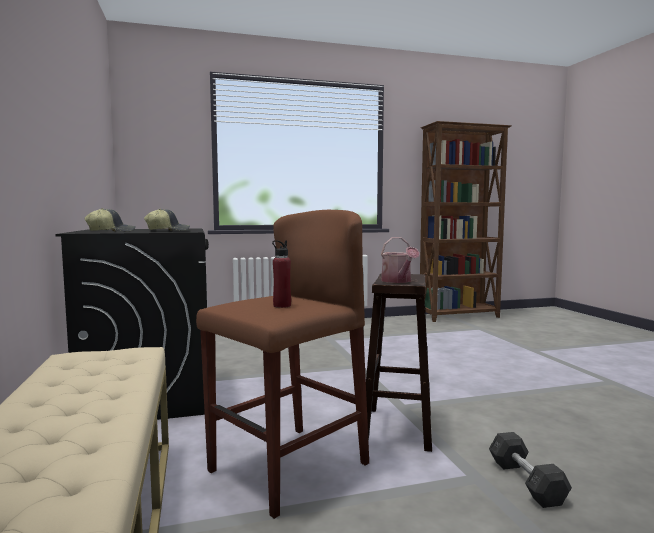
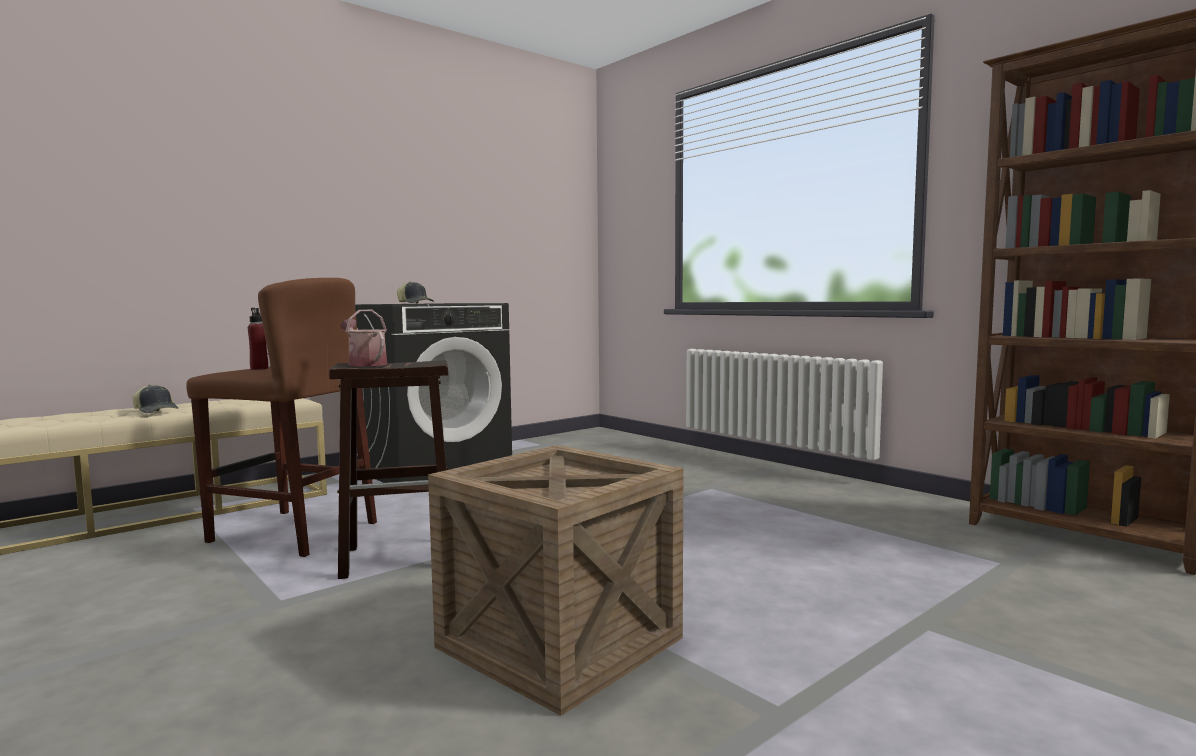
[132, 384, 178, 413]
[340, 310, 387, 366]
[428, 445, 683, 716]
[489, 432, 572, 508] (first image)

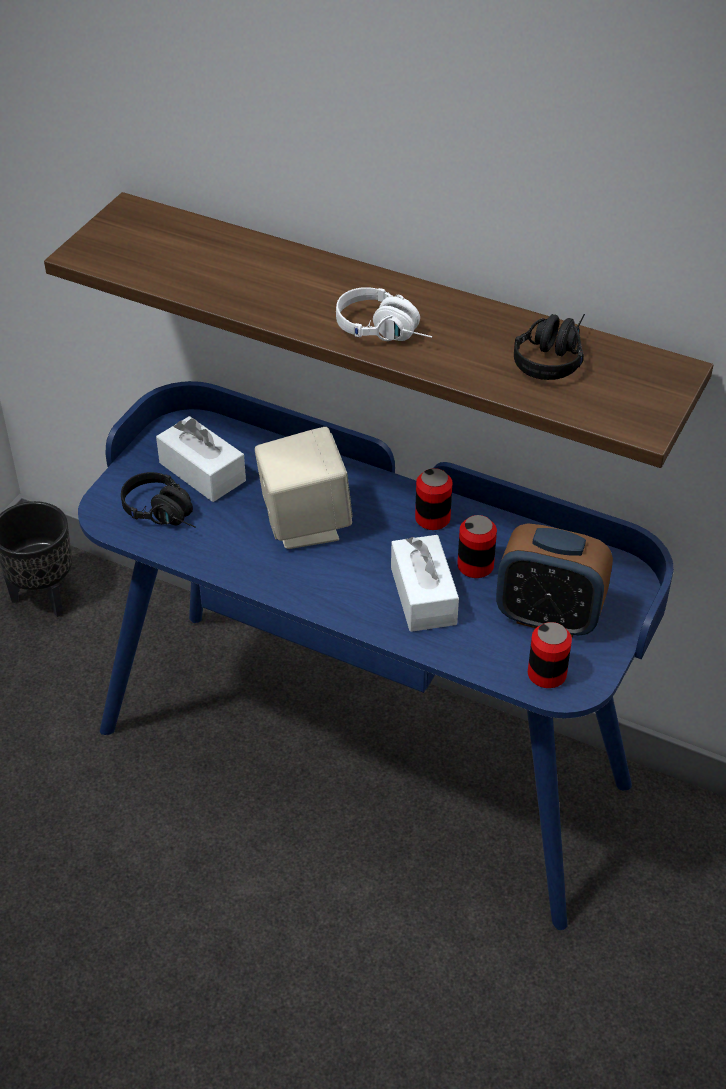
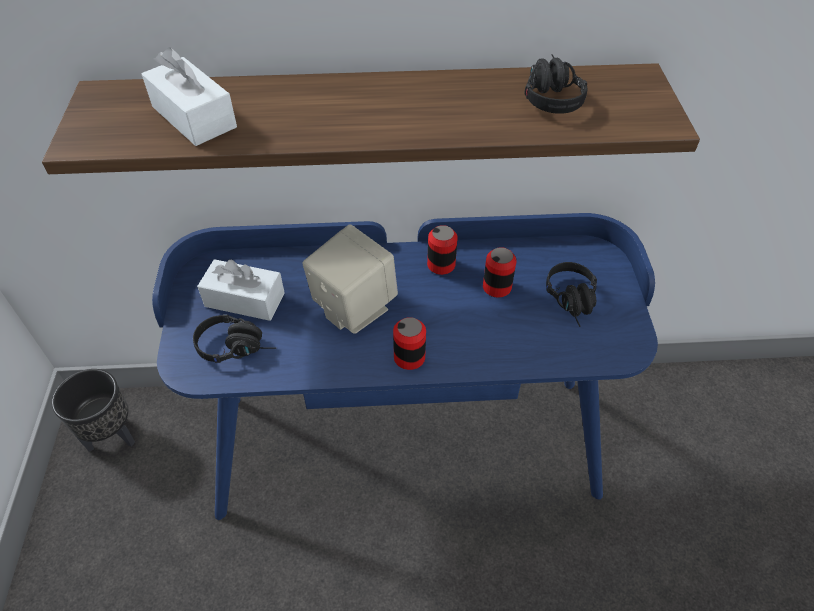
[142, 47, 237, 146]
[393, 317, 426, 370]
[546, 262, 597, 327]
[336, 287, 432, 341] (first image)

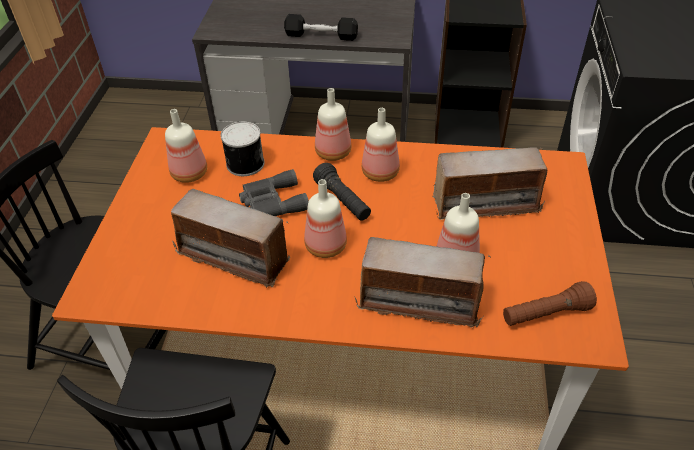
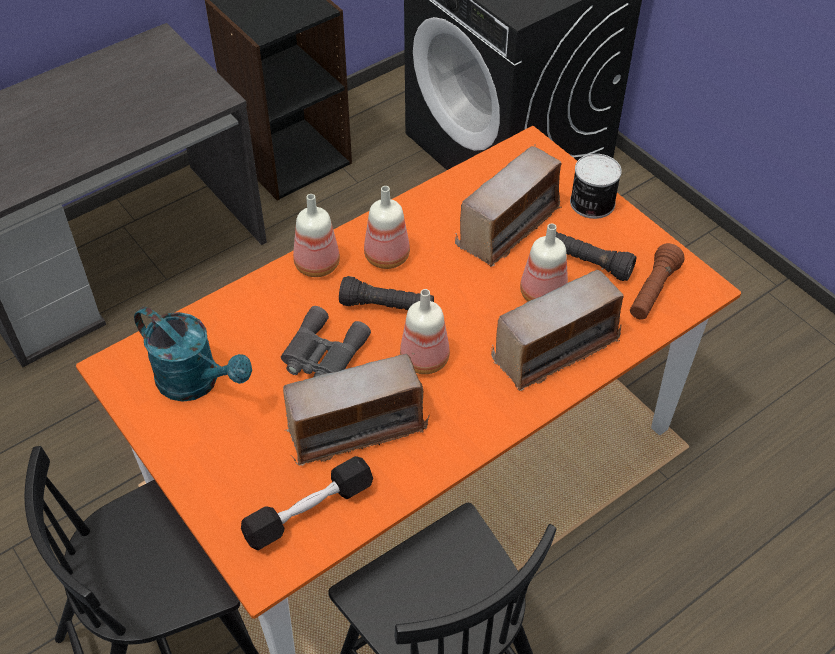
[134, 307, 252, 402]
[241, 456, 373, 550]
[556, 232, 637, 281]
[570, 154, 622, 219]

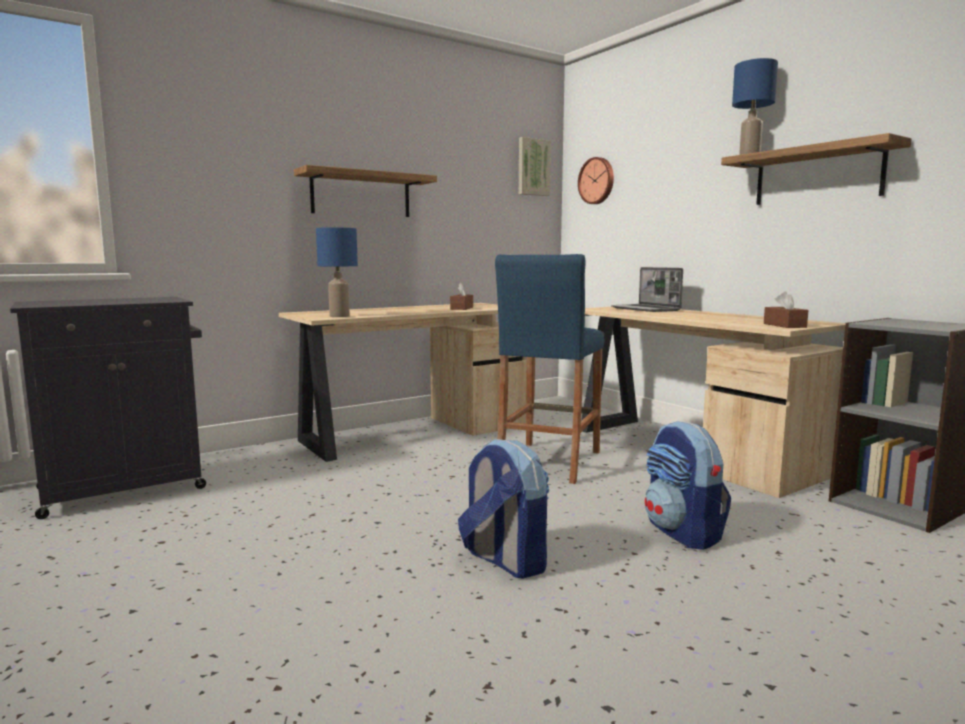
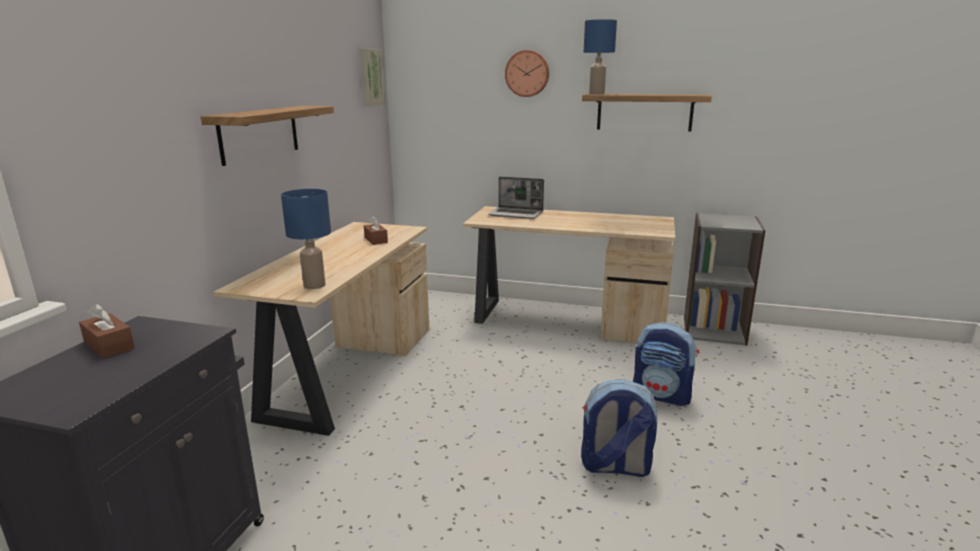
[79, 303, 135, 359]
[505, 50, 549, 97]
[495, 254, 604, 484] (first image)

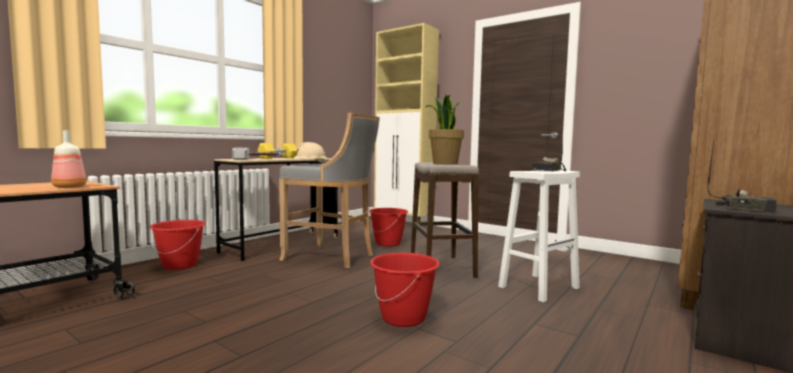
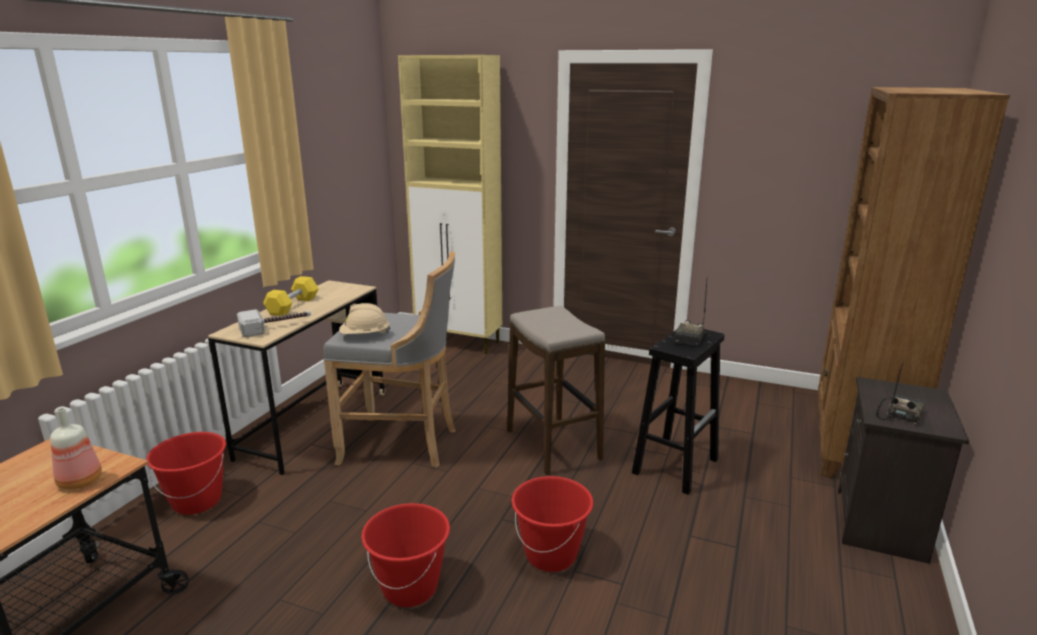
[361, 503, 450, 607]
[632, 329, 725, 495]
[876, 360, 925, 426]
[425, 93, 464, 164] (first image)

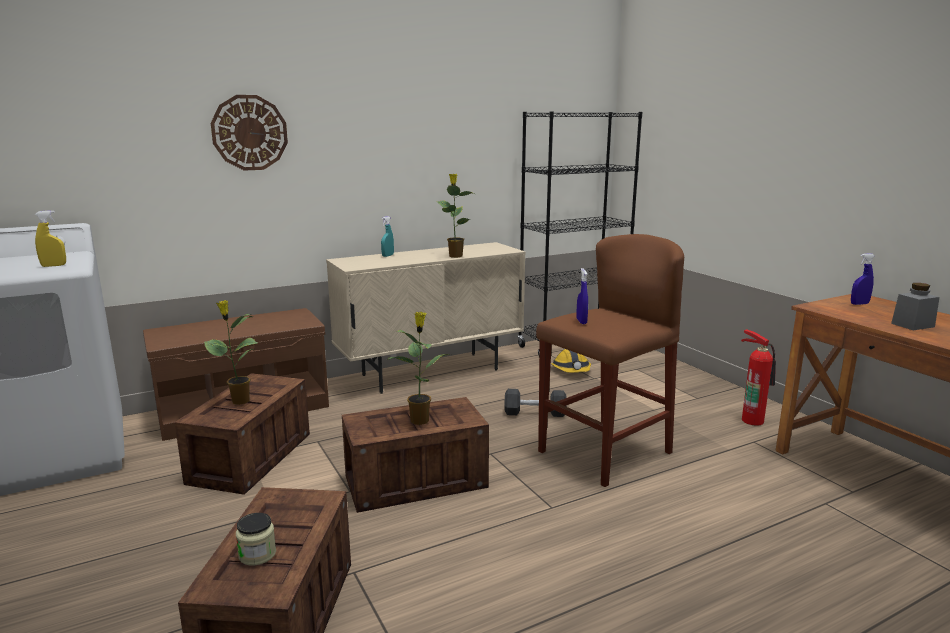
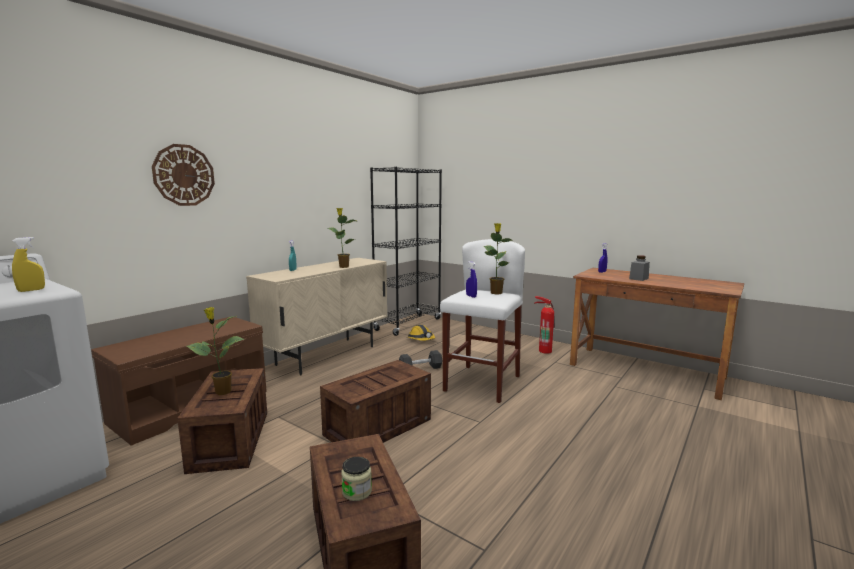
[440, 239, 525, 403]
[484, 223, 514, 294]

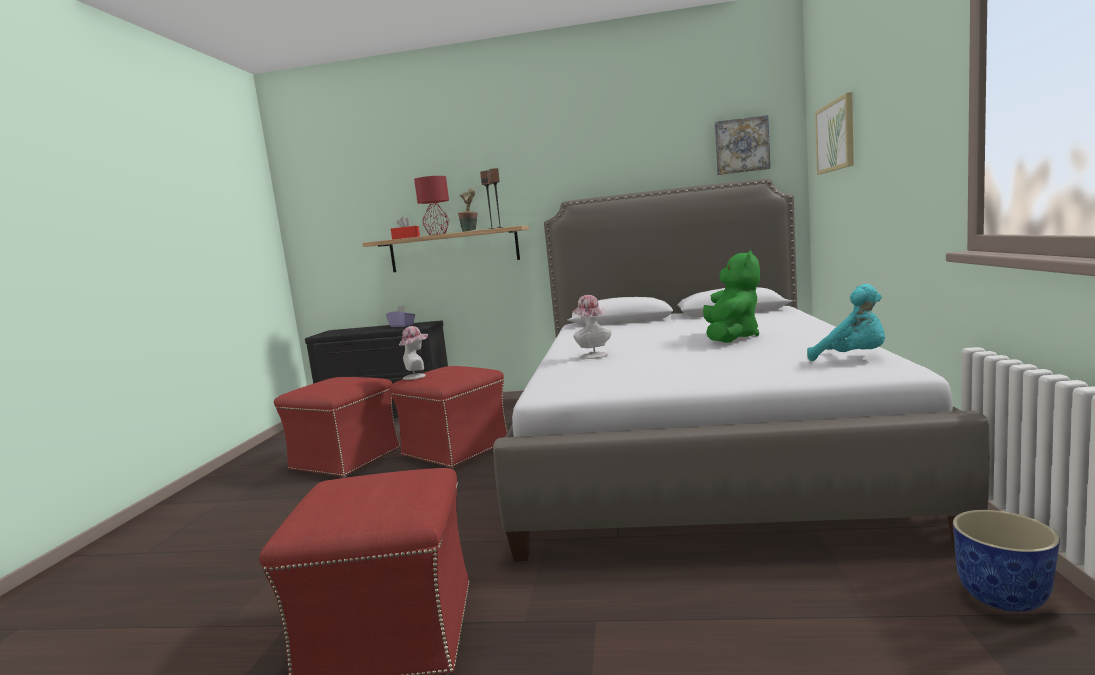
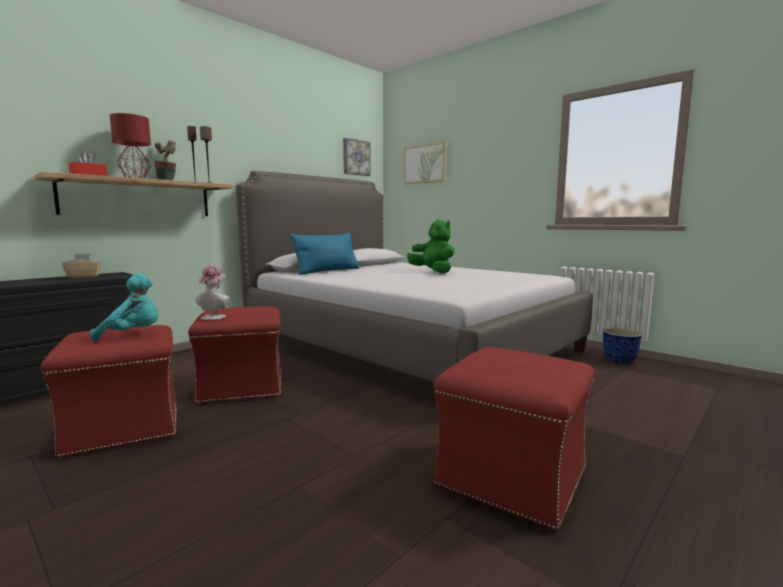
[62, 253, 101, 278]
[90, 273, 158, 341]
[290, 232, 359, 275]
[573, 295, 611, 359] (first image)

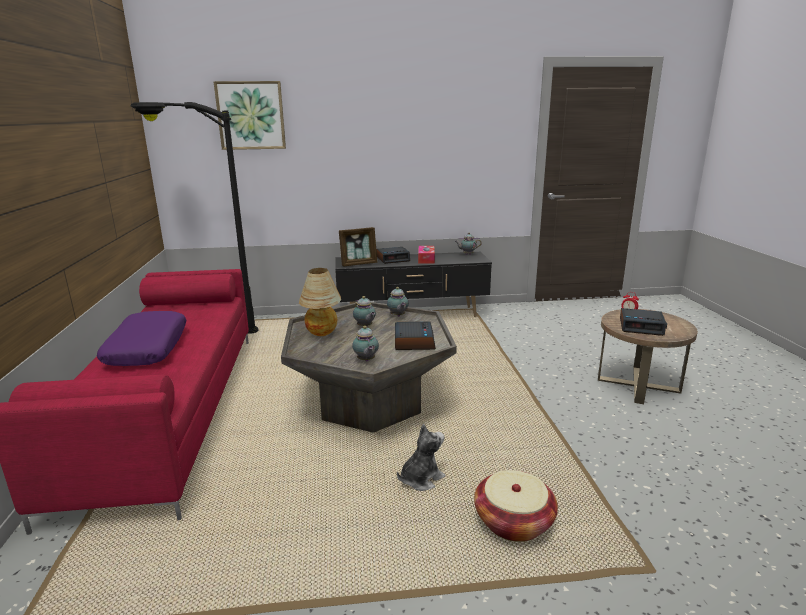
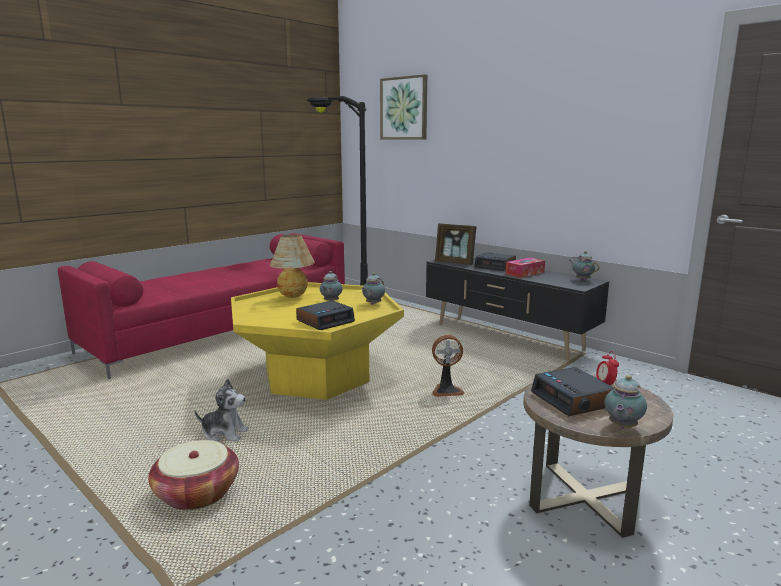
[231, 282, 404, 400]
[432, 335, 464, 397]
[605, 375, 647, 428]
[97, 311, 186, 366] (first image)

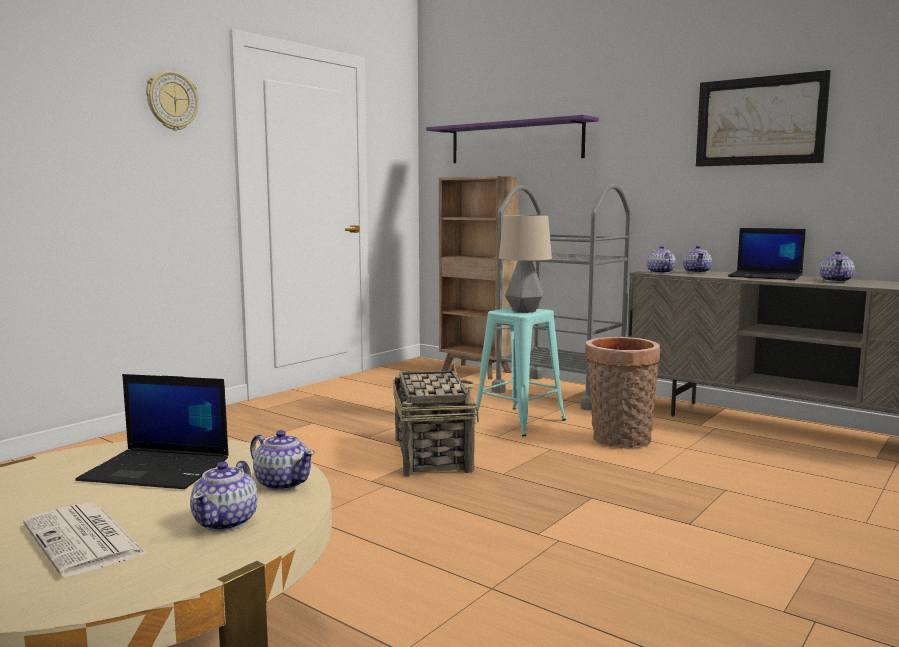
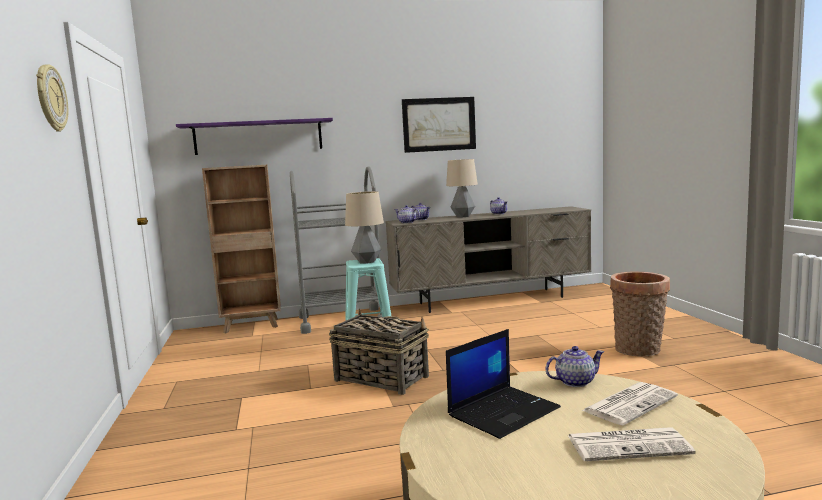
[446, 159, 478, 217]
[582, 382, 678, 425]
[610, 271, 670, 357]

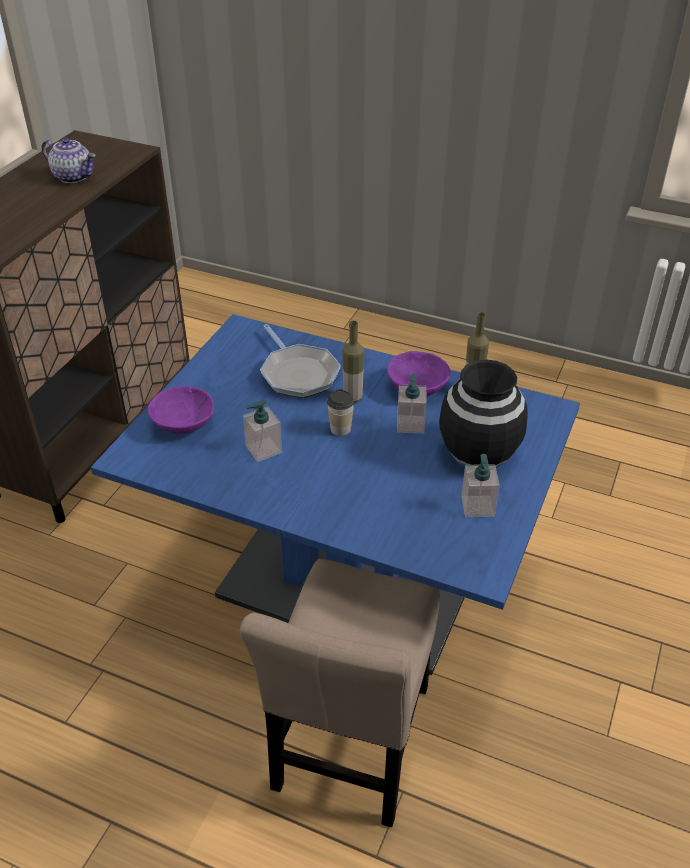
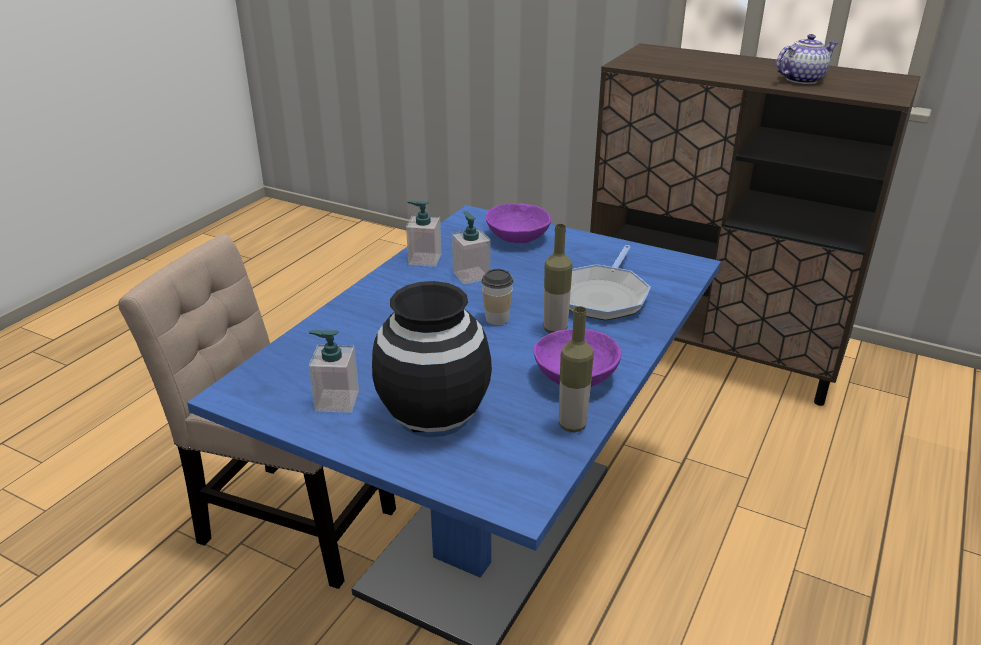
[406, 201, 441, 267]
[569, 245, 651, 321]
[776, 34, 838, 84]

